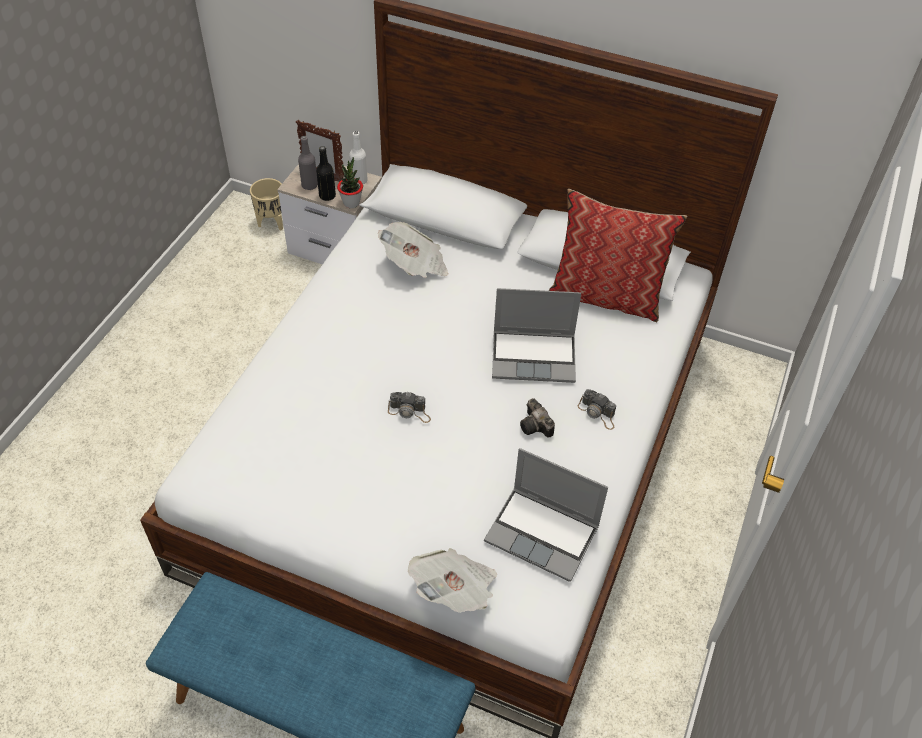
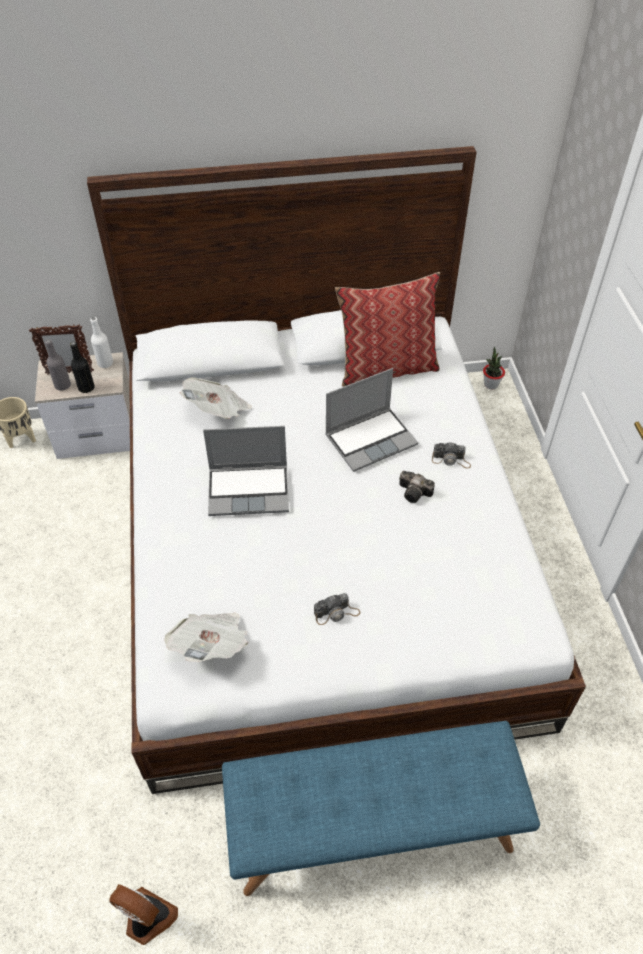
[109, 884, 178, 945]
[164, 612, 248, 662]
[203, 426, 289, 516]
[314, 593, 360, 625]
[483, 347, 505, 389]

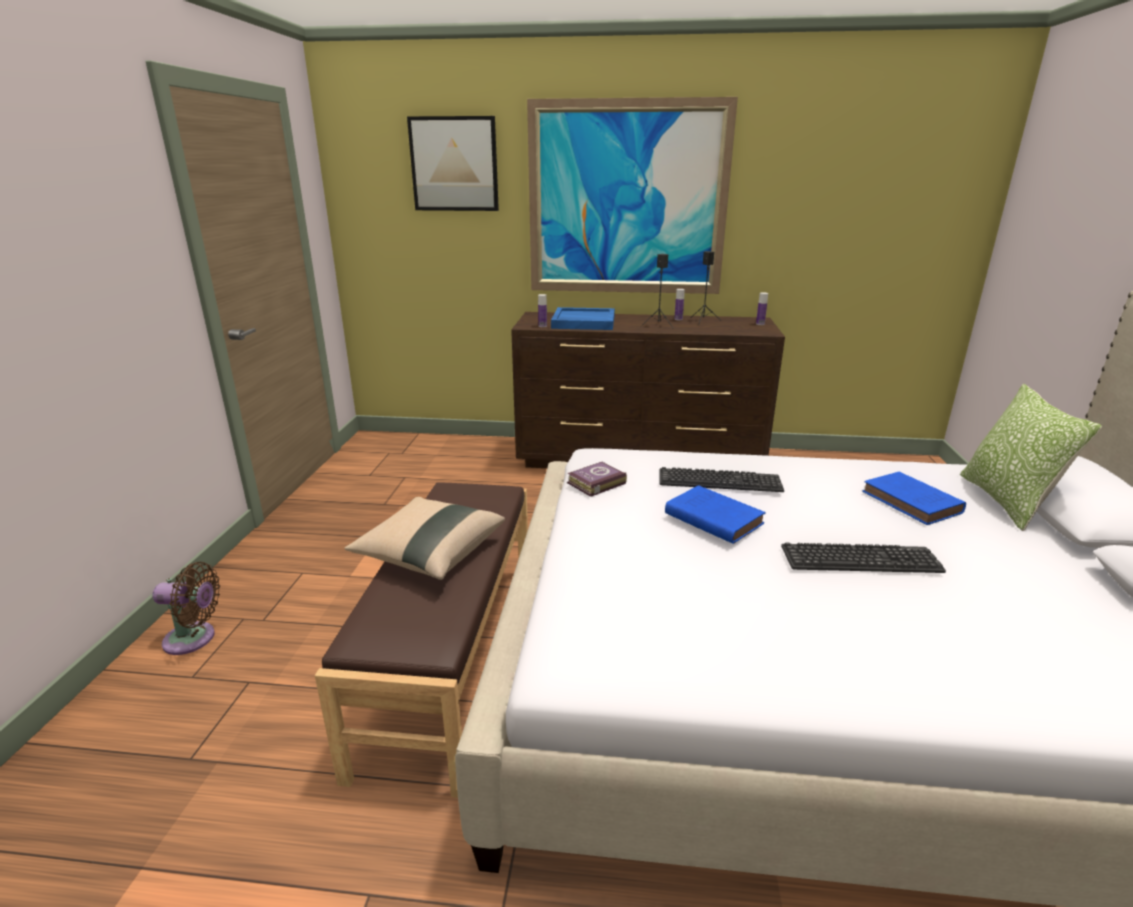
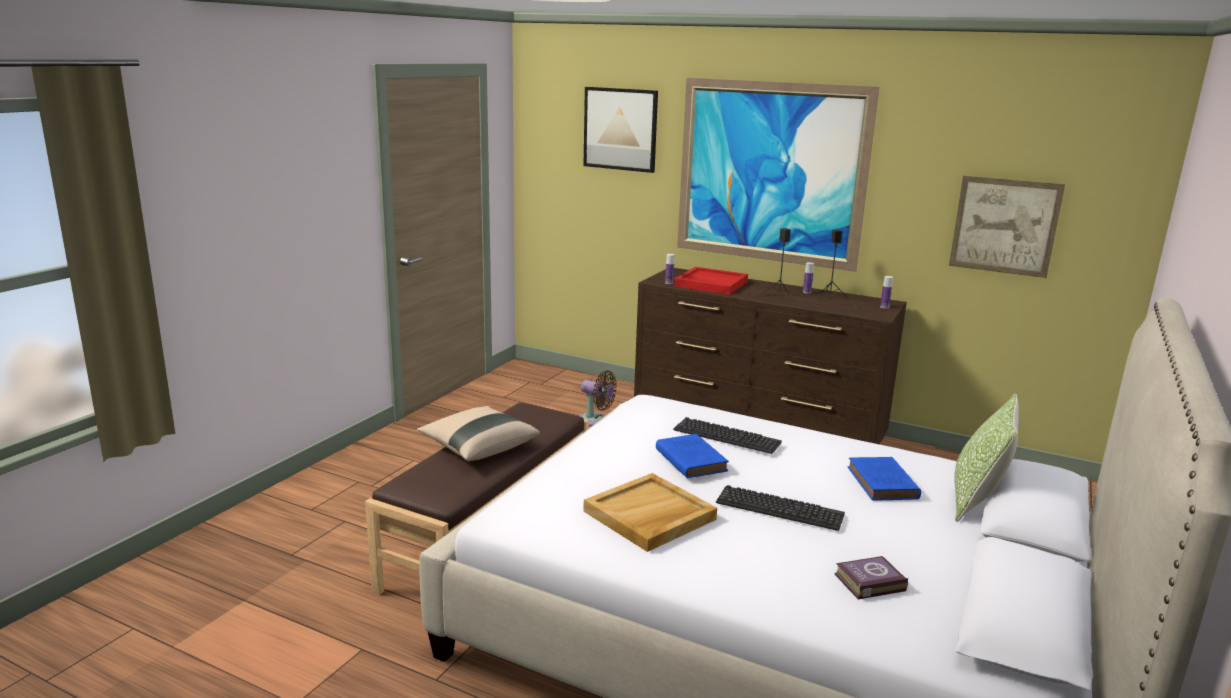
[579, 370, 617, 427]
[583, 473, 717, 552]
[674, 267, 748, 295]
[835, 556, 908, 599]
[949, 176, 1065, 278]

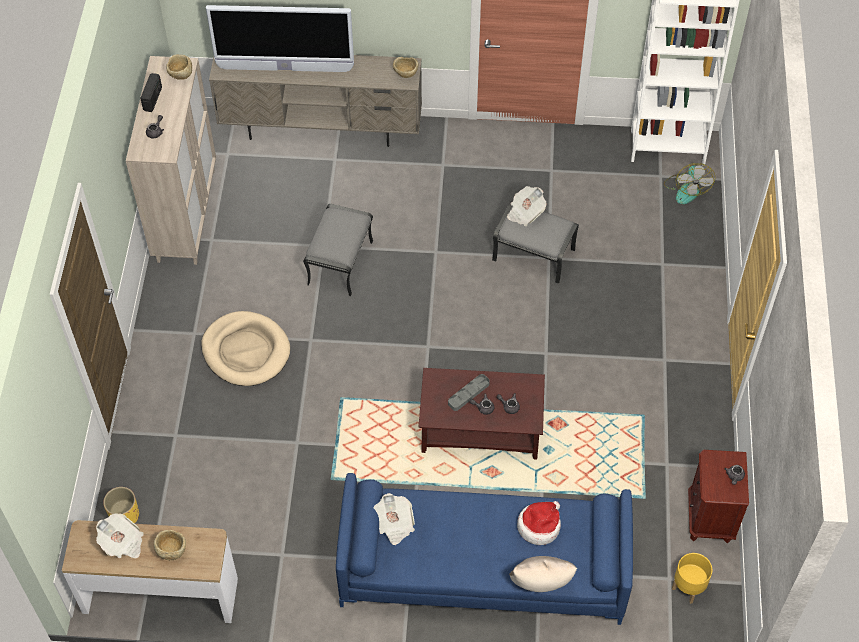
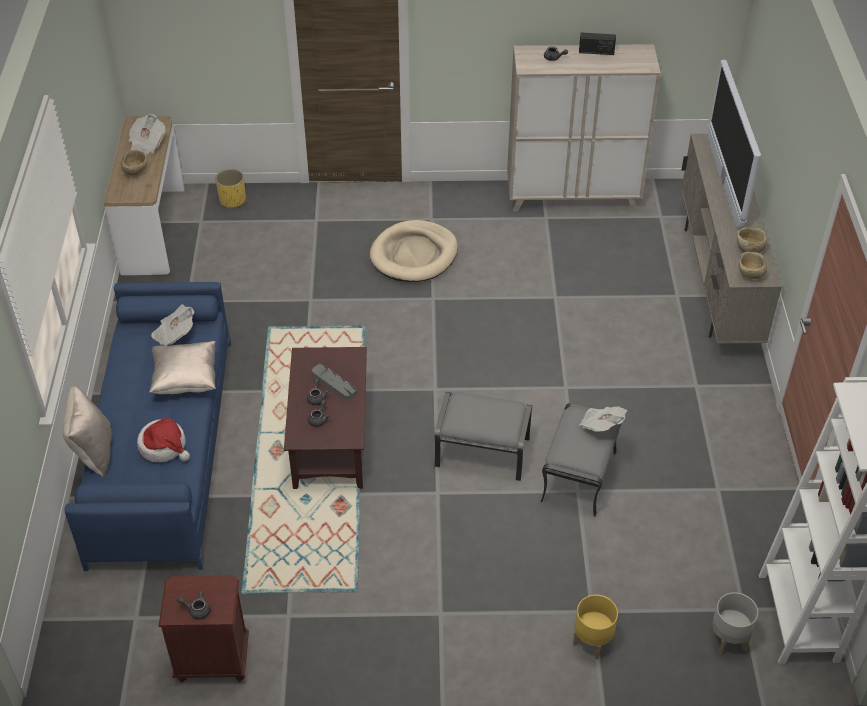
[149, 341, 216, 394]
[434, 392, 532, 481]
[573, 595, 618, 659]
[710, 592, 758, 655]
[737, 227, 767, 253]

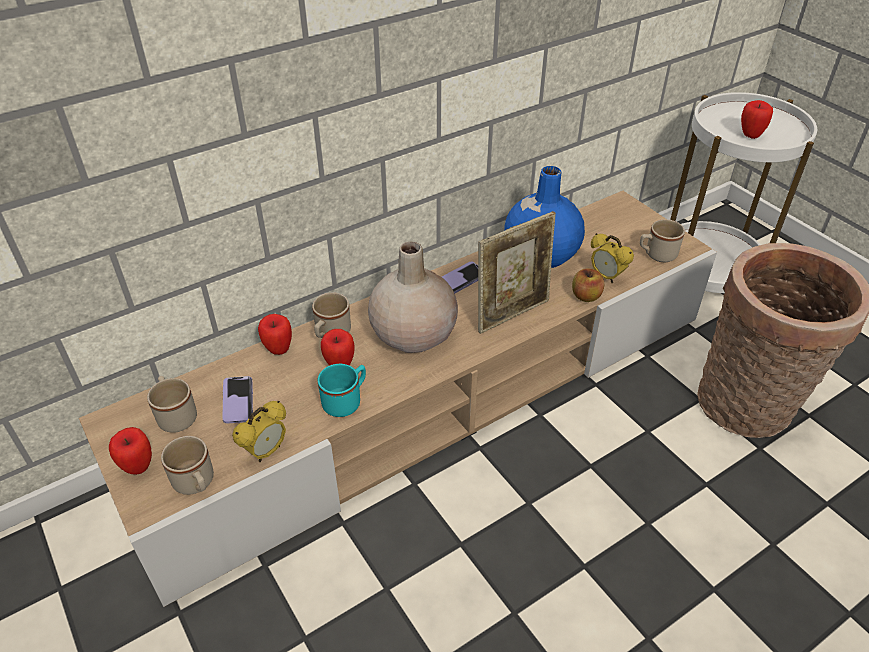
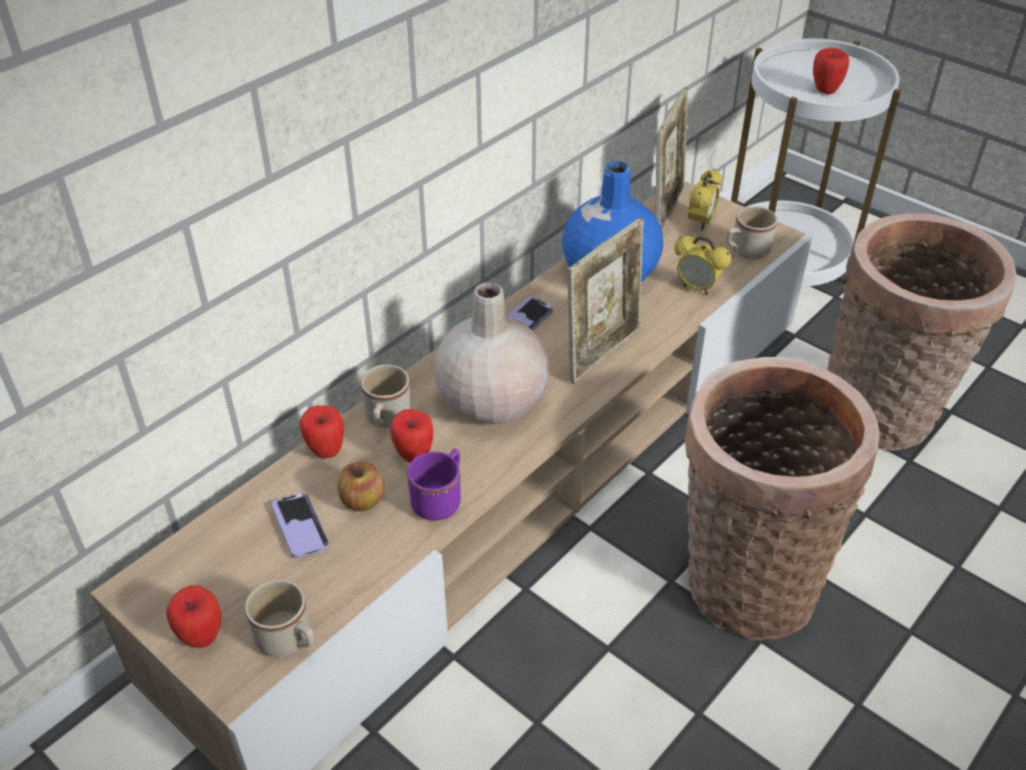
[337, 461, 384, 511]
[407, 449, 461, 521]
[656, 88, 689, 234]
[684, 357, 880, 641]
[688, 169, 723, 231]
[147, 376, 197, 433] (first image)

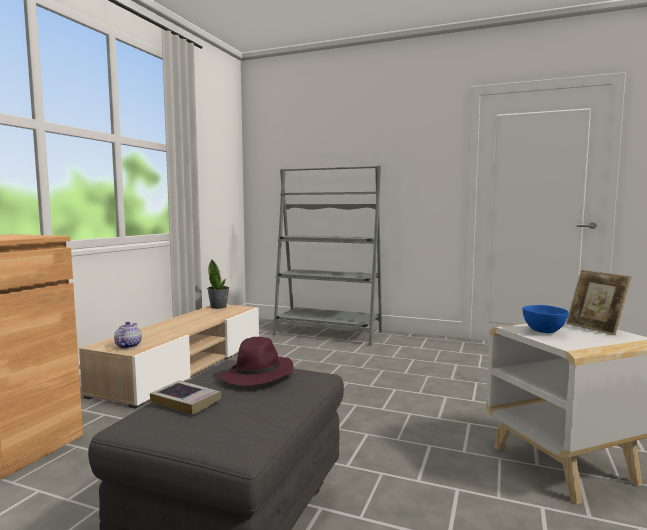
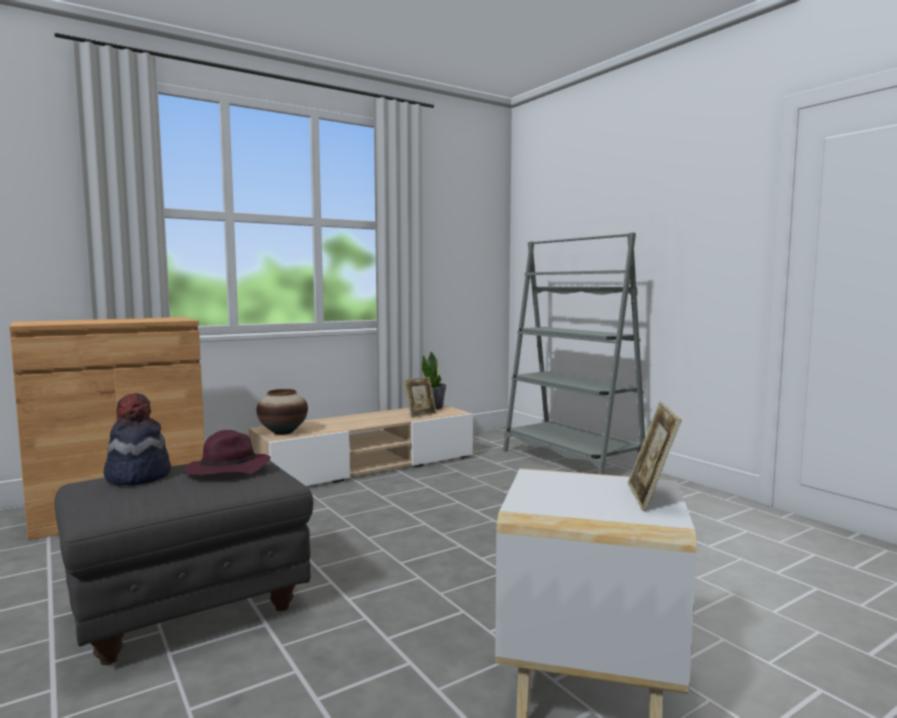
[103, 393, 171, 486]
[257, 389, 308, 435]
[404, 377, 437, 418]
[522, 305, 569, 333] (first image)

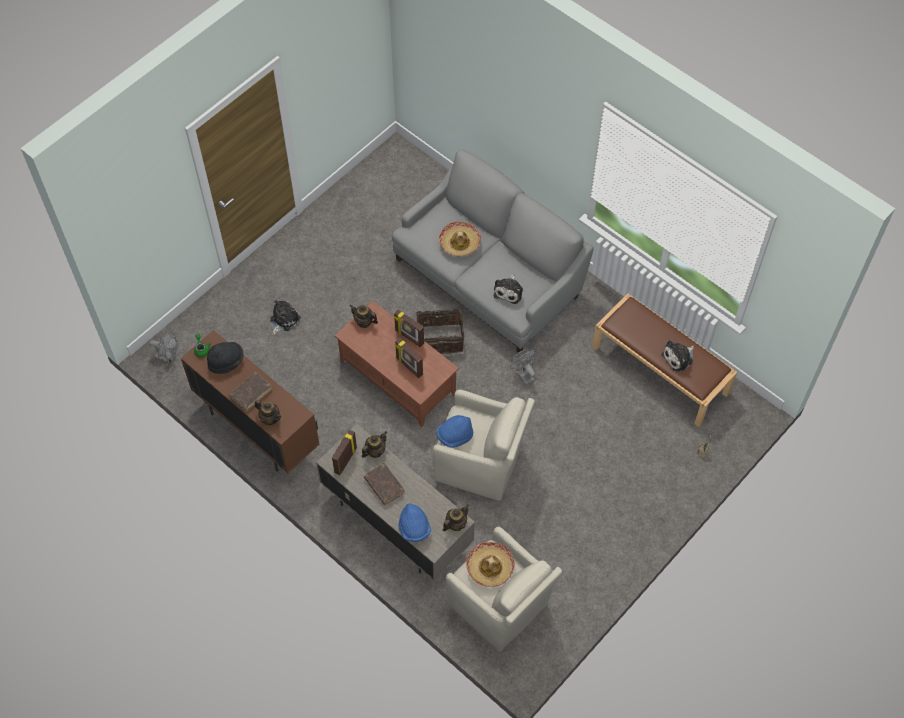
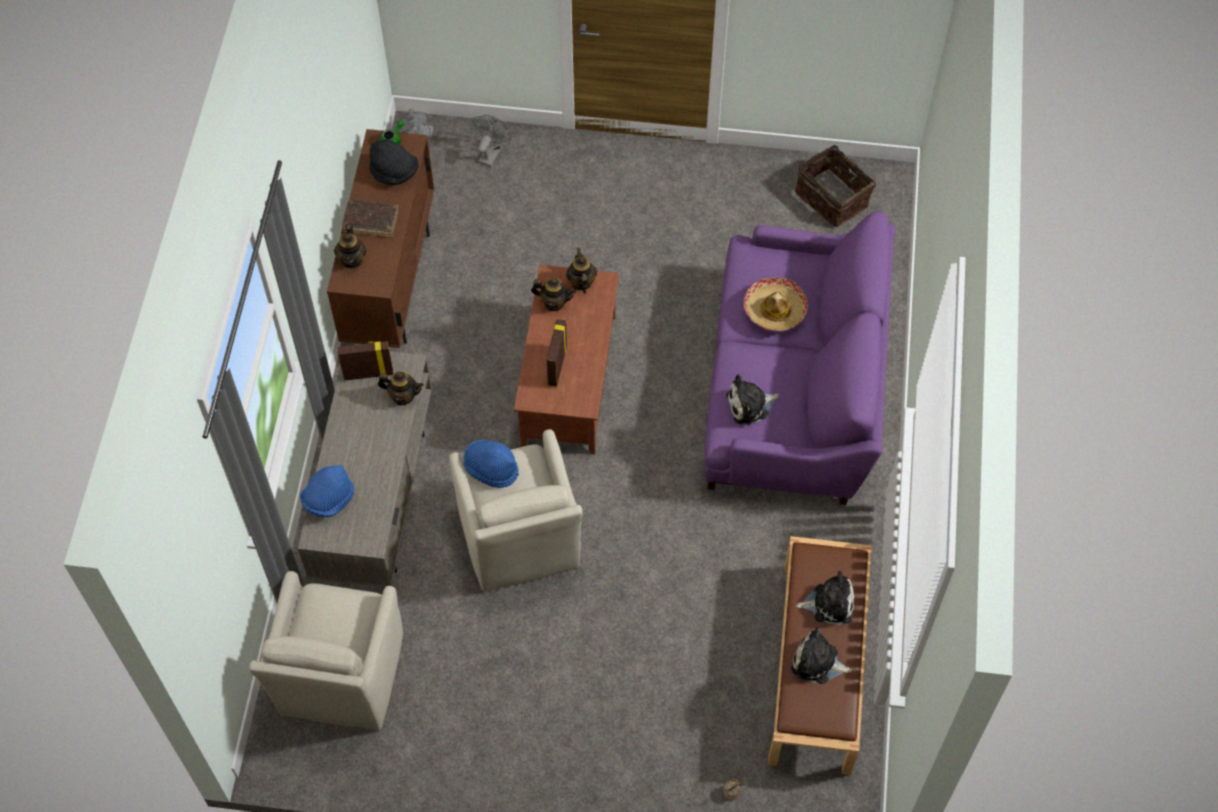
[473, 115, 511, 167]
[531, 278, 576, 311]
[704, 211, 896, 505]
[795, 143, 876, 227]
[796, 571, 854, 625]
[364, 463, 405, 505] (first image)
[394, 310, 424, 348] (first image)
[466, 542, 515, 587] (first image)

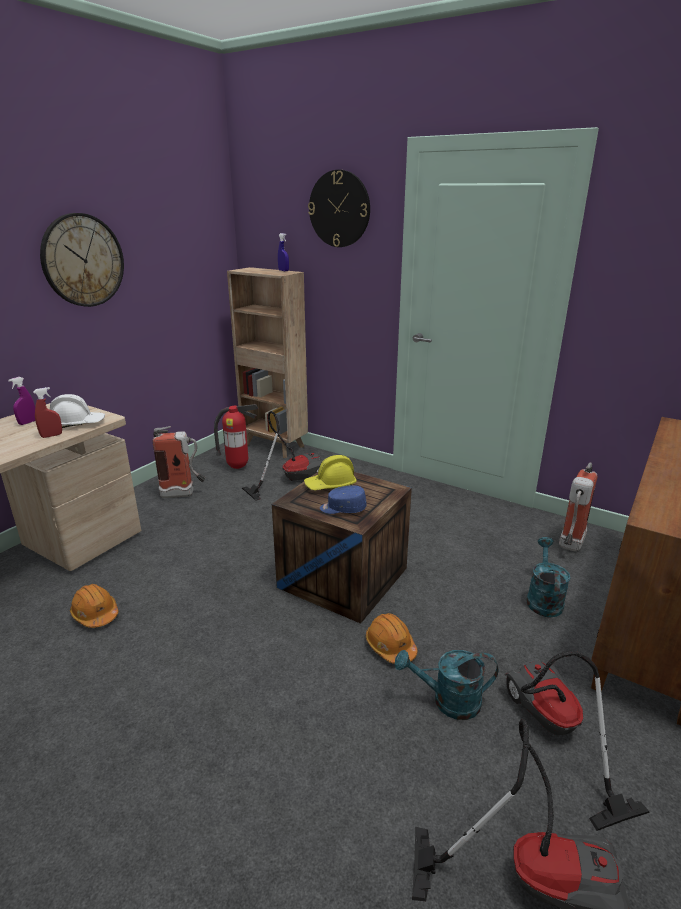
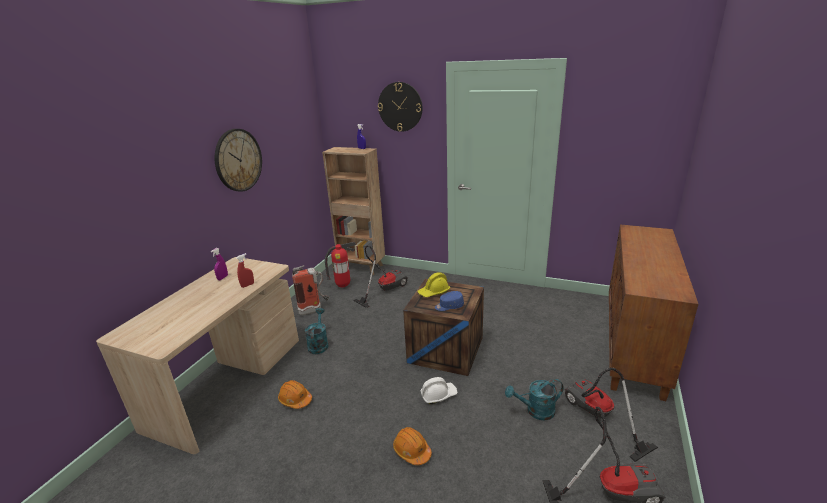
[305, 308, 329, 354]
[393, 427, 432, 465]
[421, 377, 458, 404]
[559, 462, 597, 552] (first image)

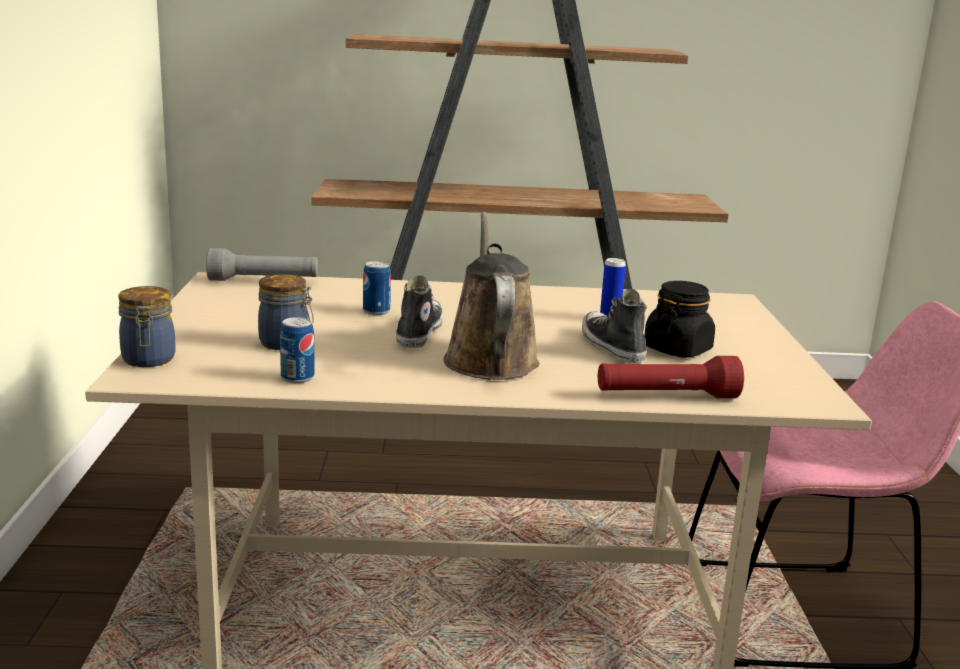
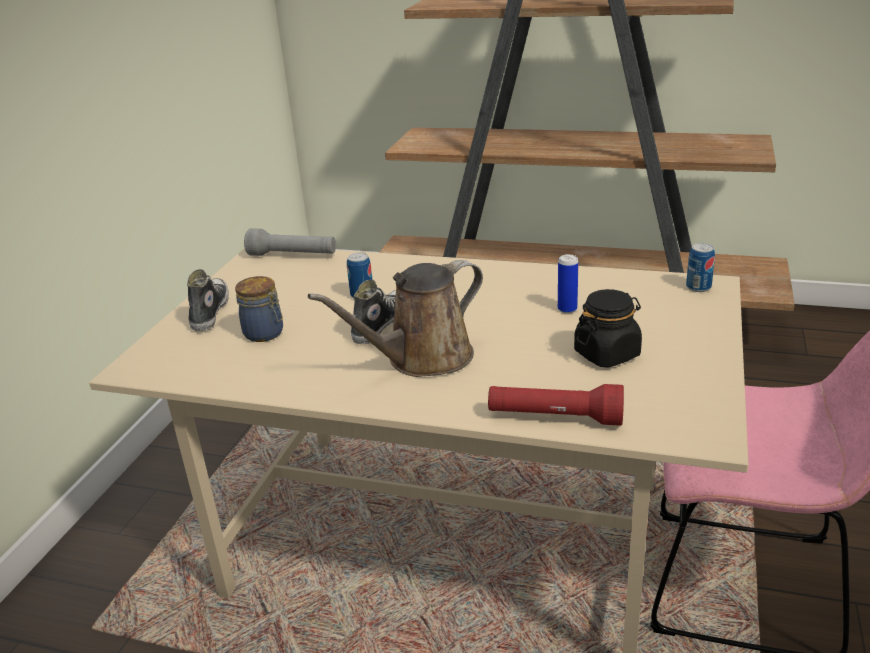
[187, 269, 229, 331]
[308, 260, 483, 377]
[686, 243, 715, 292]
[118, 286, 176, 367] (first image)

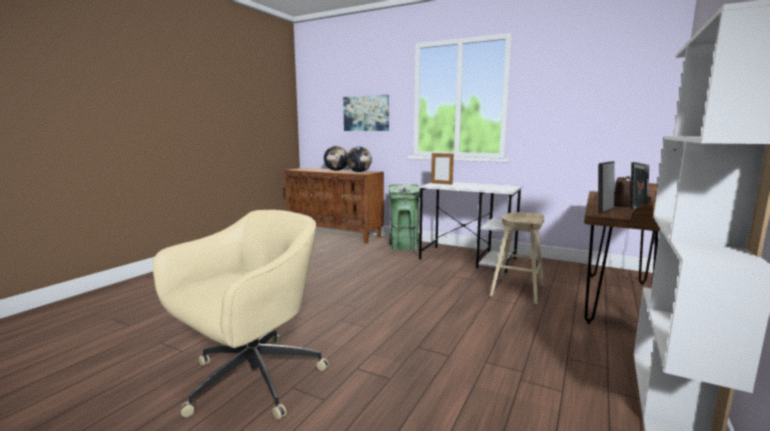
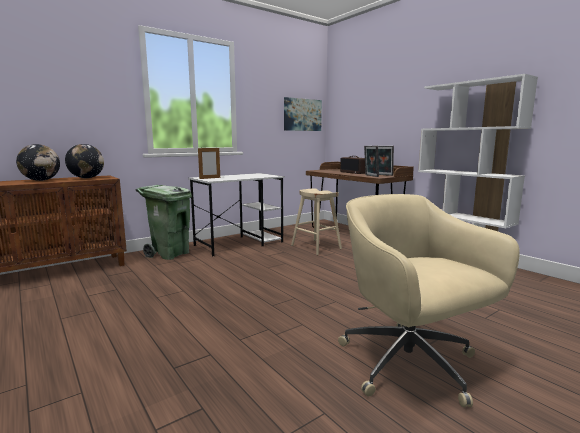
[284, 97, 322, 131]

